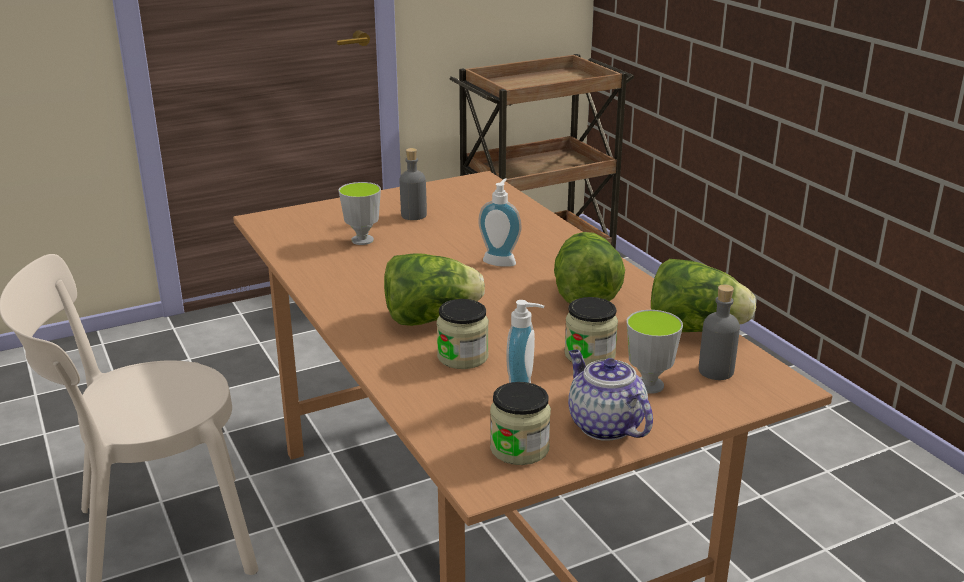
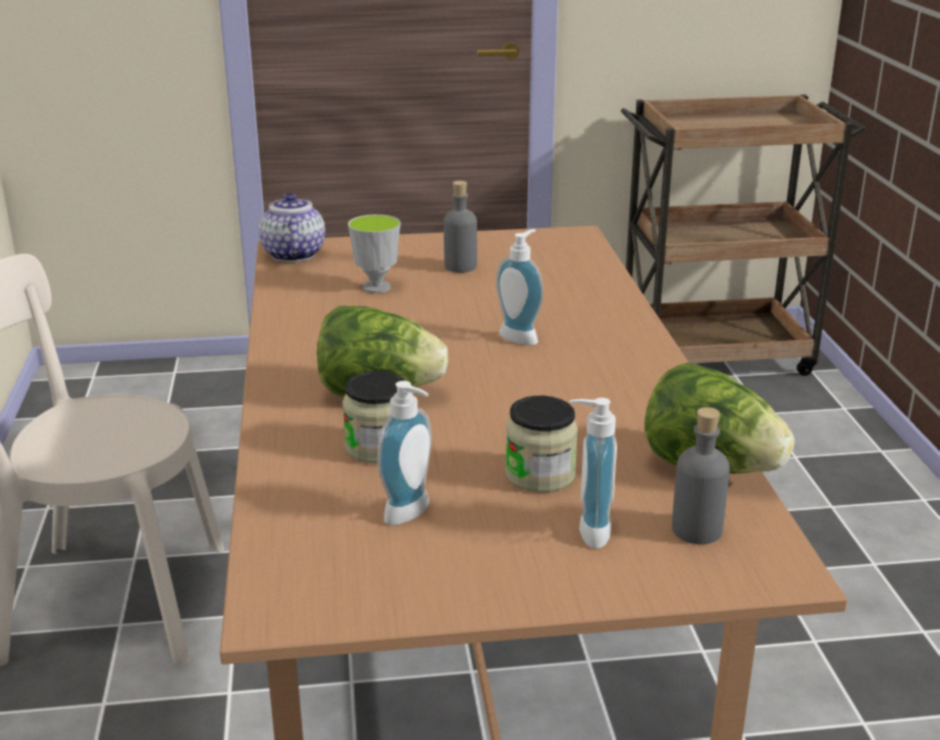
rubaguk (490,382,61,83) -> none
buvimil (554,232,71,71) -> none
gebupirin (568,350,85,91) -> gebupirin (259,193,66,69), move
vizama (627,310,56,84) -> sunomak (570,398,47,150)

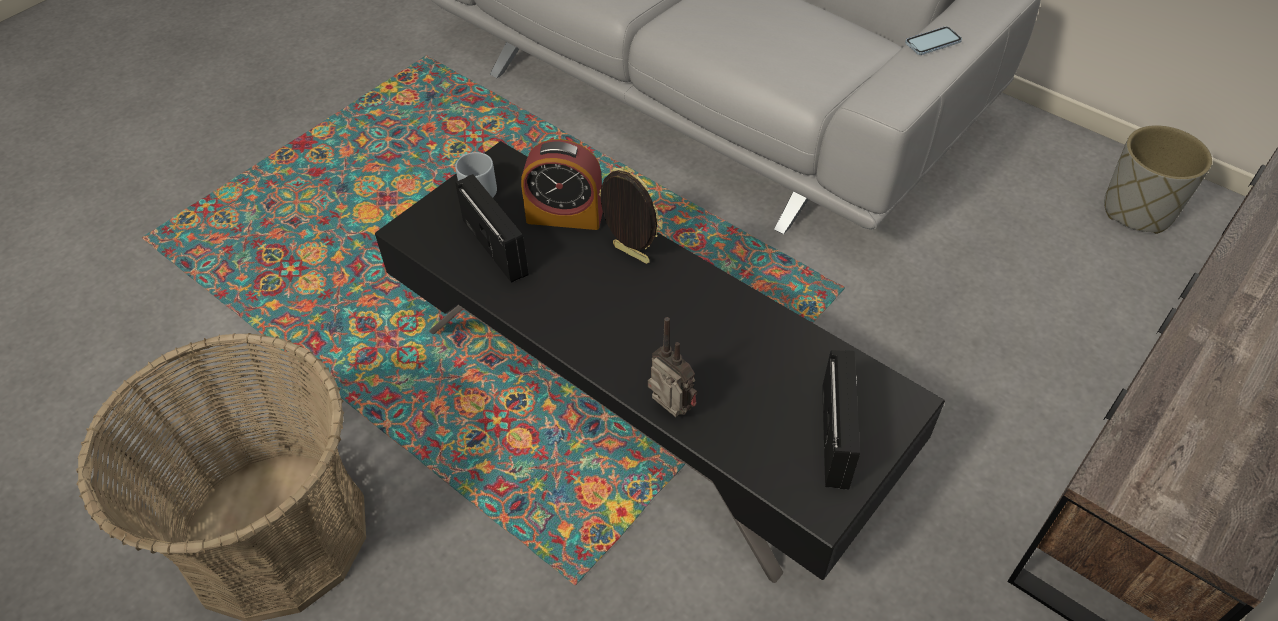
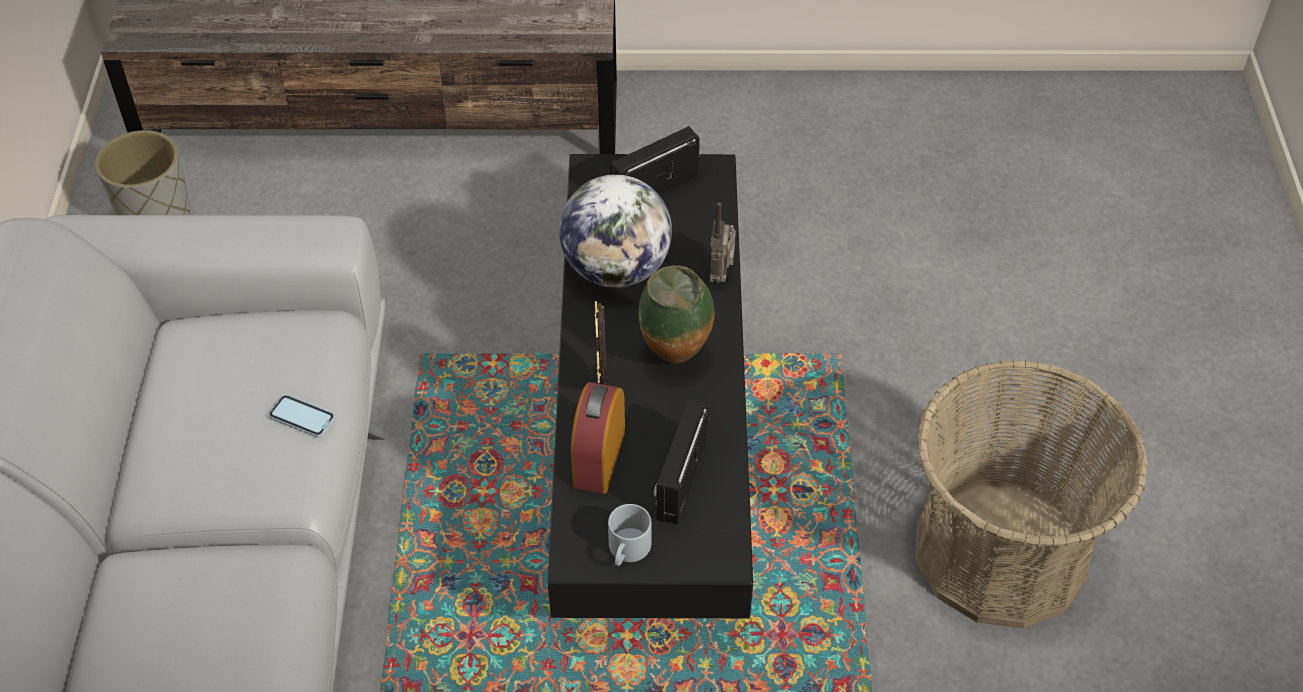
none -> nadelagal (559,174,113,114)
none -> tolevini (639,265,76,99)
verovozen (905,26,57,29) -> verovozen (269,395,66,42), move
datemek (521,139,82,91) -> datemek (571,382,54,112), 135 degrees counterclockwise

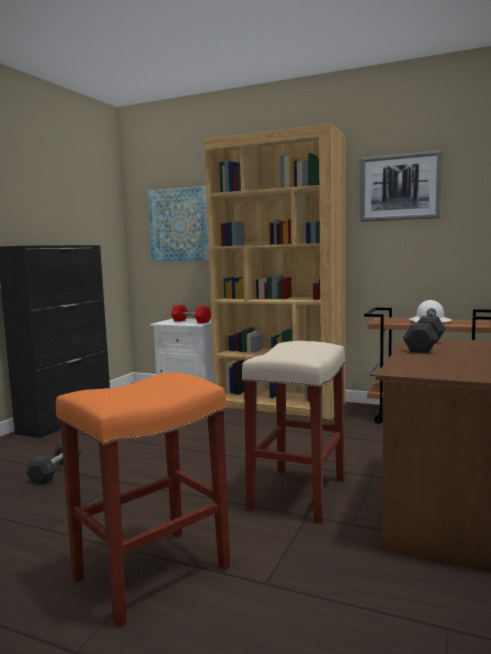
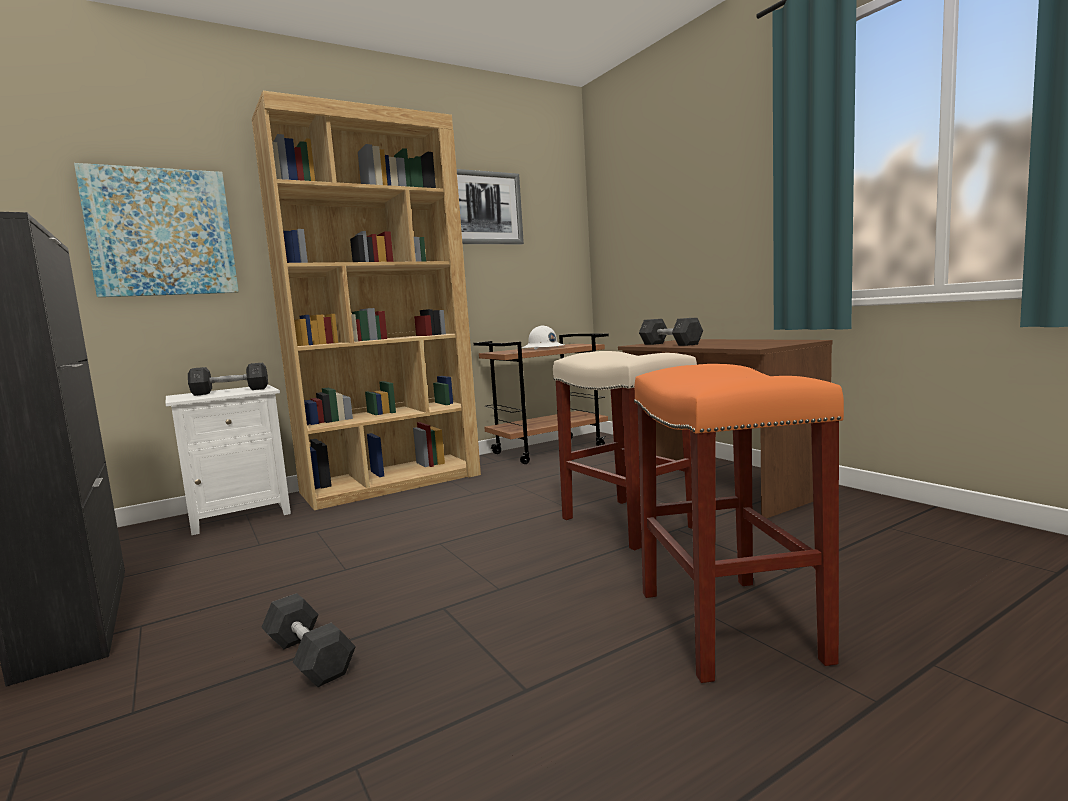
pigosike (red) (171,305,40,18) -> pigosike (grey) (188,363,80,33)

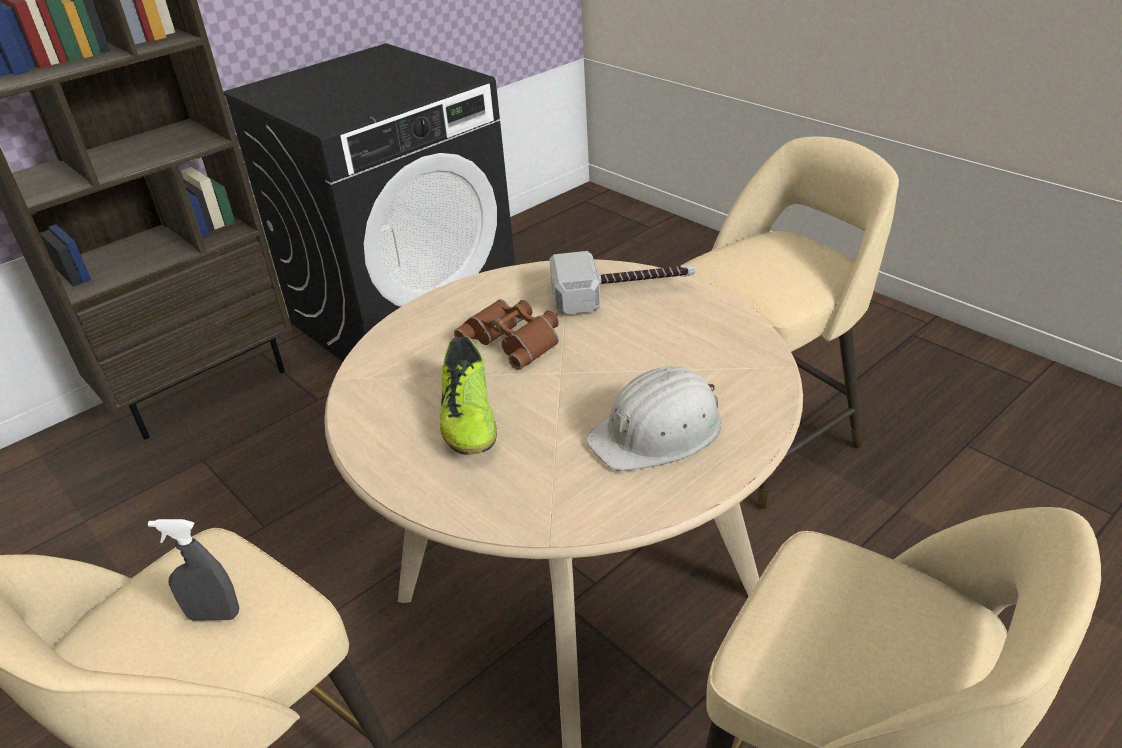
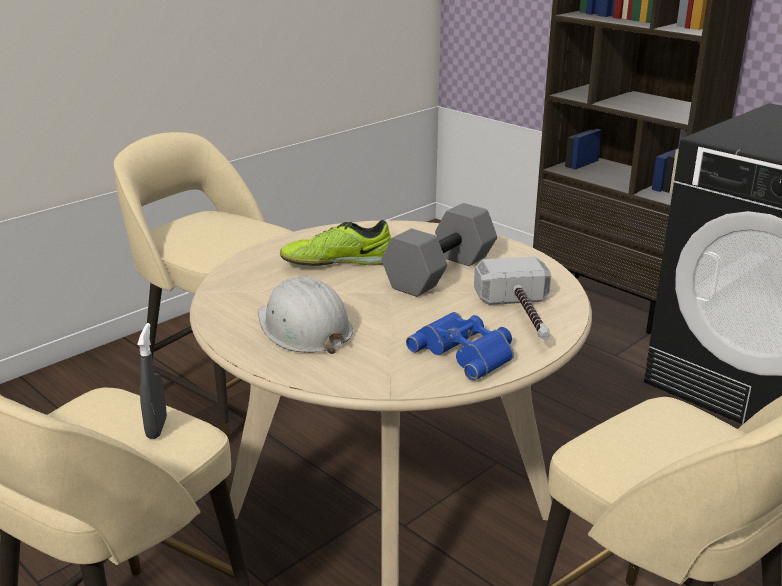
none -> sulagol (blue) (406,312,108,69)
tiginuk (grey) (148,519,91,102) -> tiginuk (grey) (137,323,30,116), move
sulagol (brown) (454,299,105,71) -> pigosike (grey) (381,203,116,94)

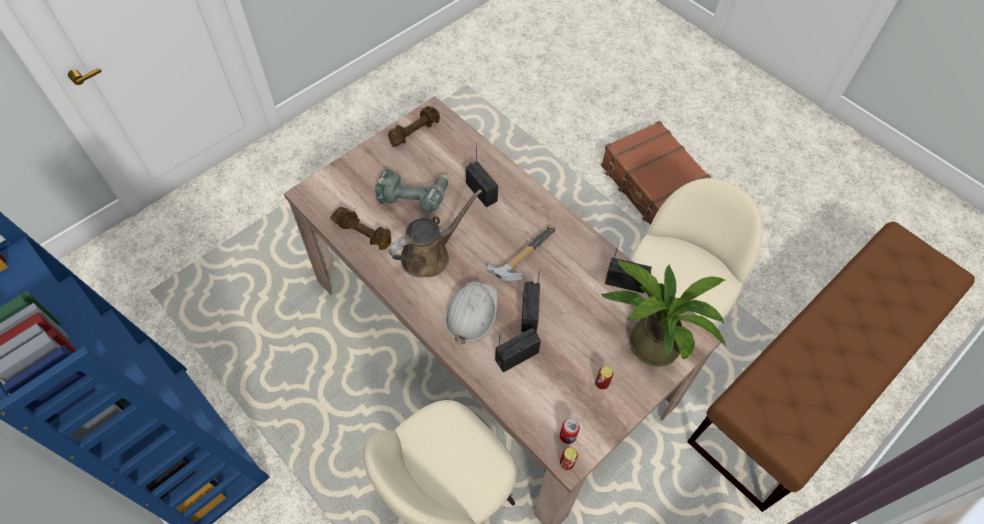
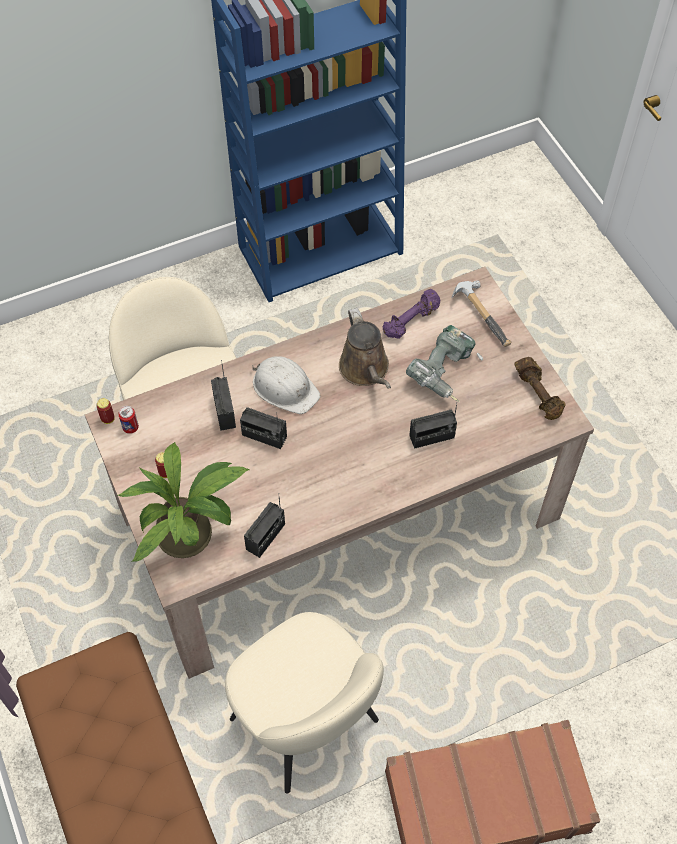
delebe (486,225,70,56) -> delebe (452,280,59,67), move
pigosike (brown) (330,207,61,43) -> pigosike (purple) (383,289,58,50)

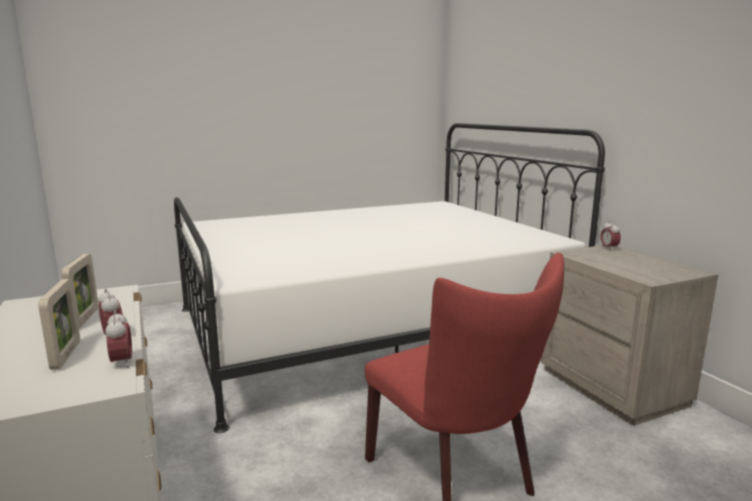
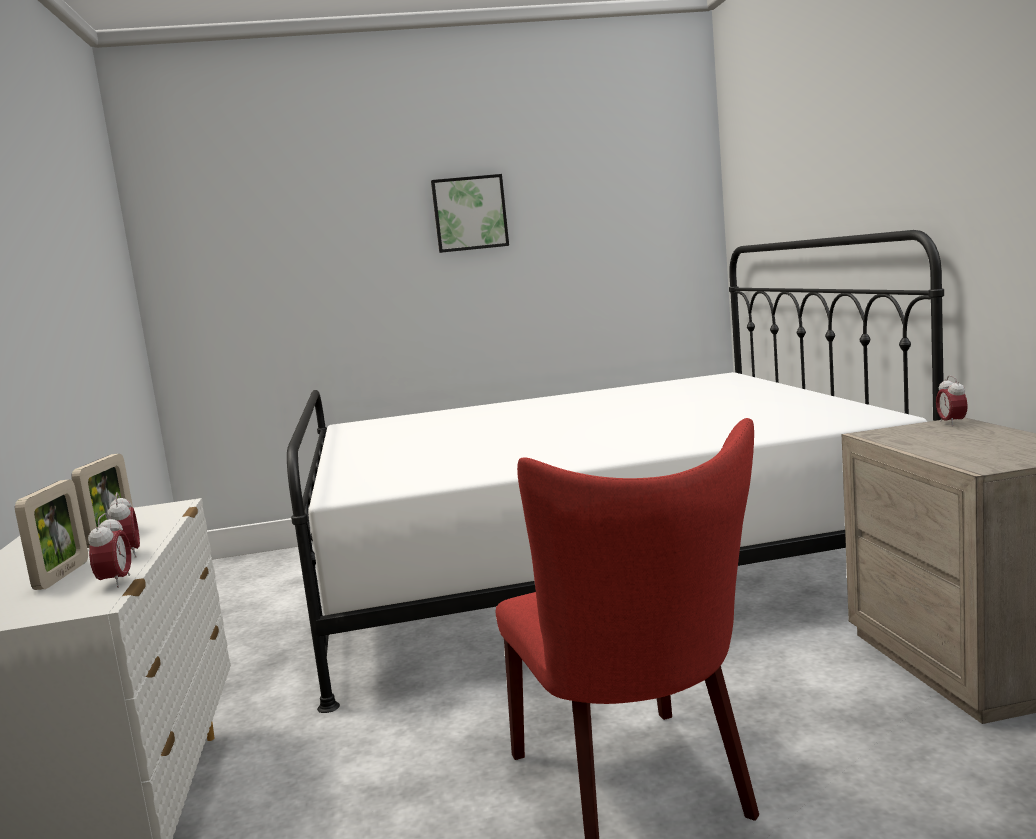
none -> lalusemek (431,174,78,79)

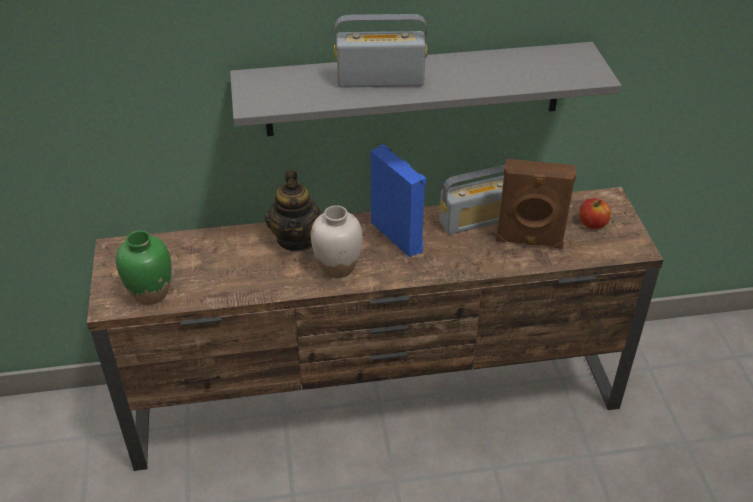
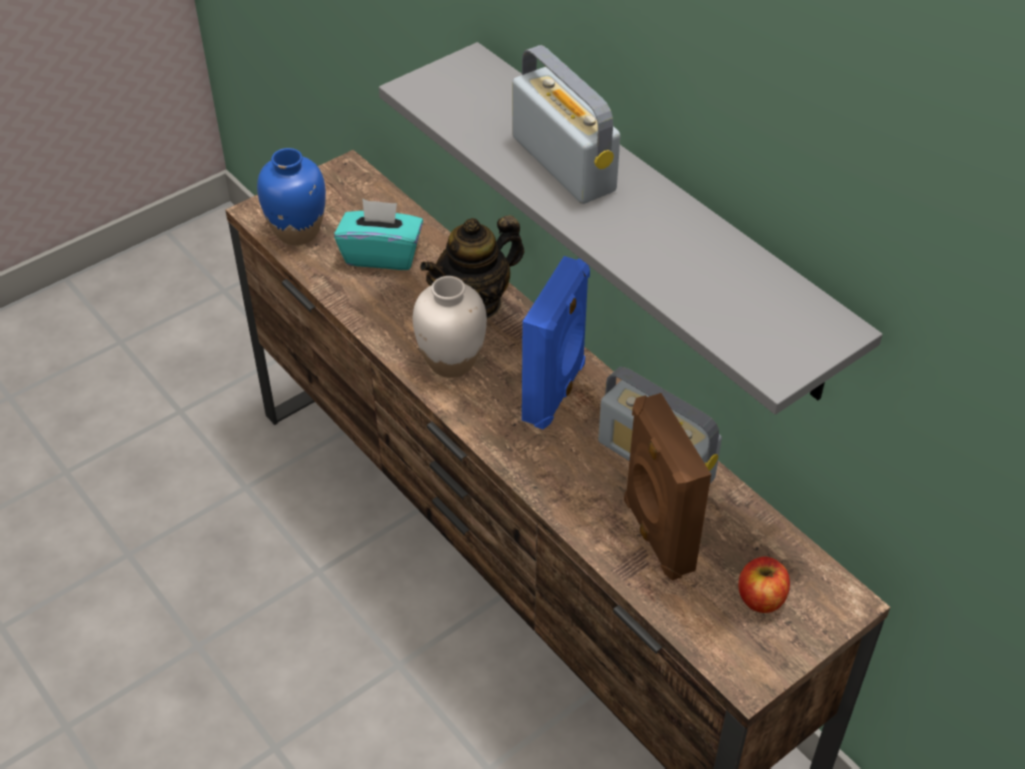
none -> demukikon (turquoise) (334,199,89,71)
tolevini (green) (116,231,55,74) -> tolevini (blue) (257,148,69,97)

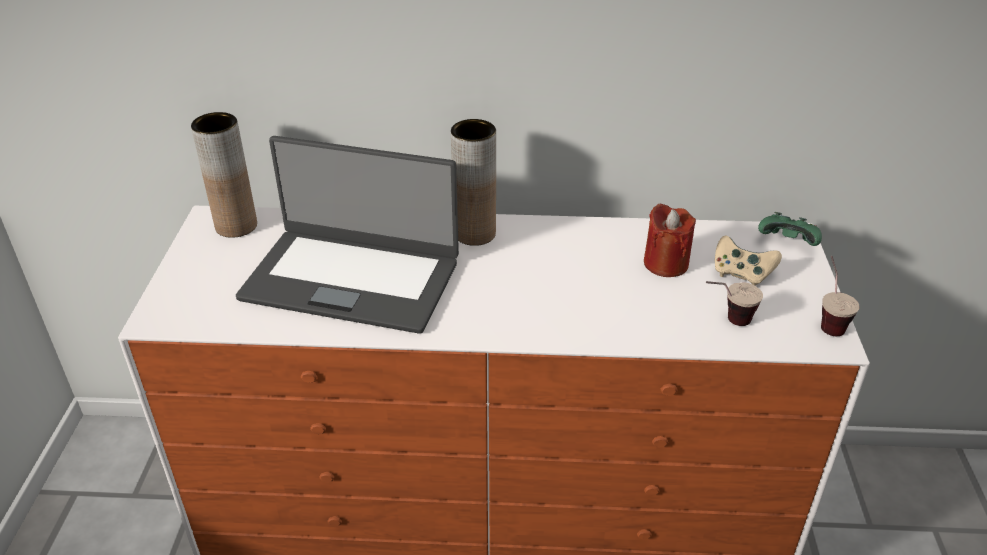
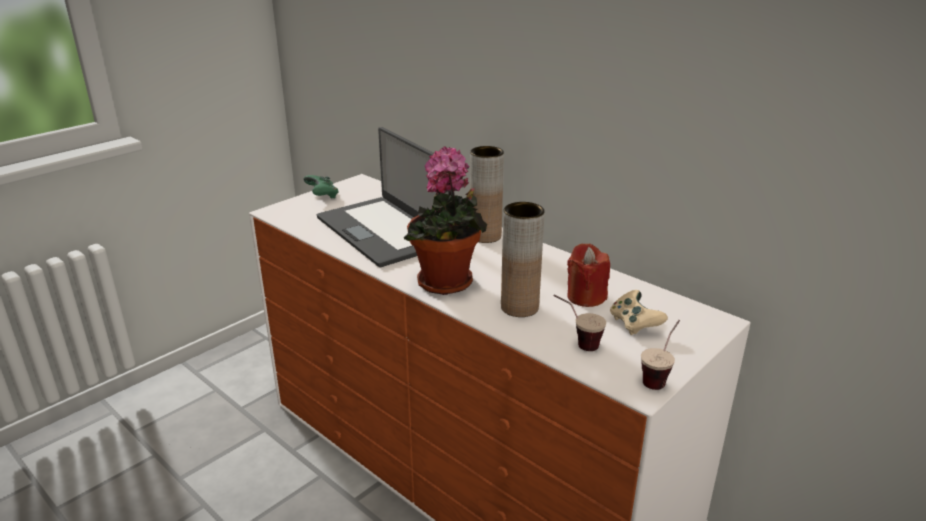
none -> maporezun (404,146,83,149)
tolevini (brown) (191,112,66,126) -> tolevini (brown) (501,202,44,115), move
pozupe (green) (758,212,64,34) -> pozupe (green) (303,175,36,24), move

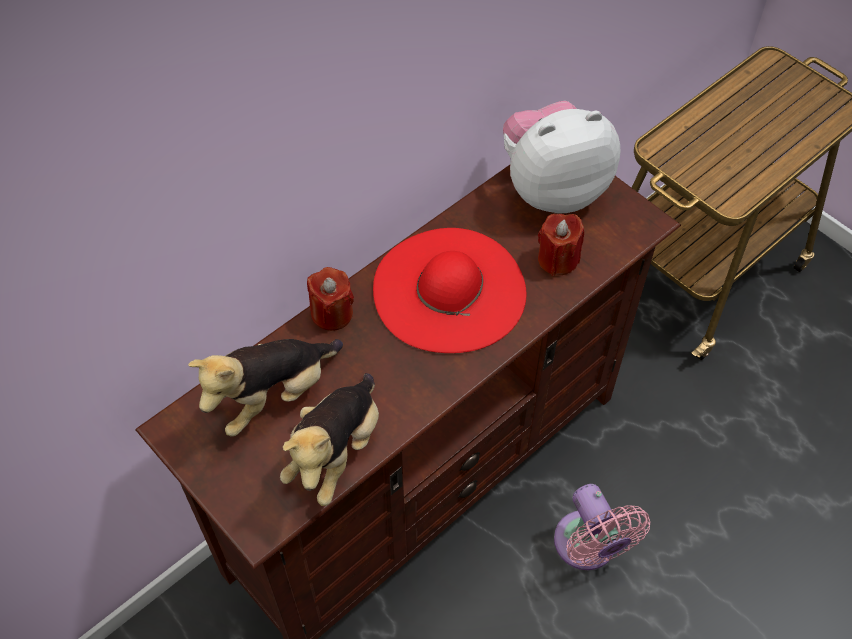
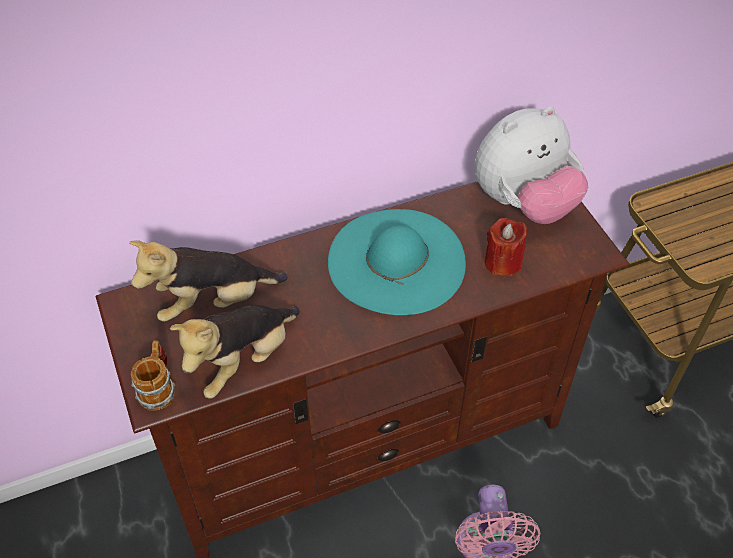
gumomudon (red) (307,267,47,64) -> none
none -> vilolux (131,340,44,70)
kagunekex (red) (373,228,154,125) -> kagunekex (turquoise) (328,209,138,106)
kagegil (503,101,117,112) -> kagegil (475,106,113,118), 150 degrees clockwise

